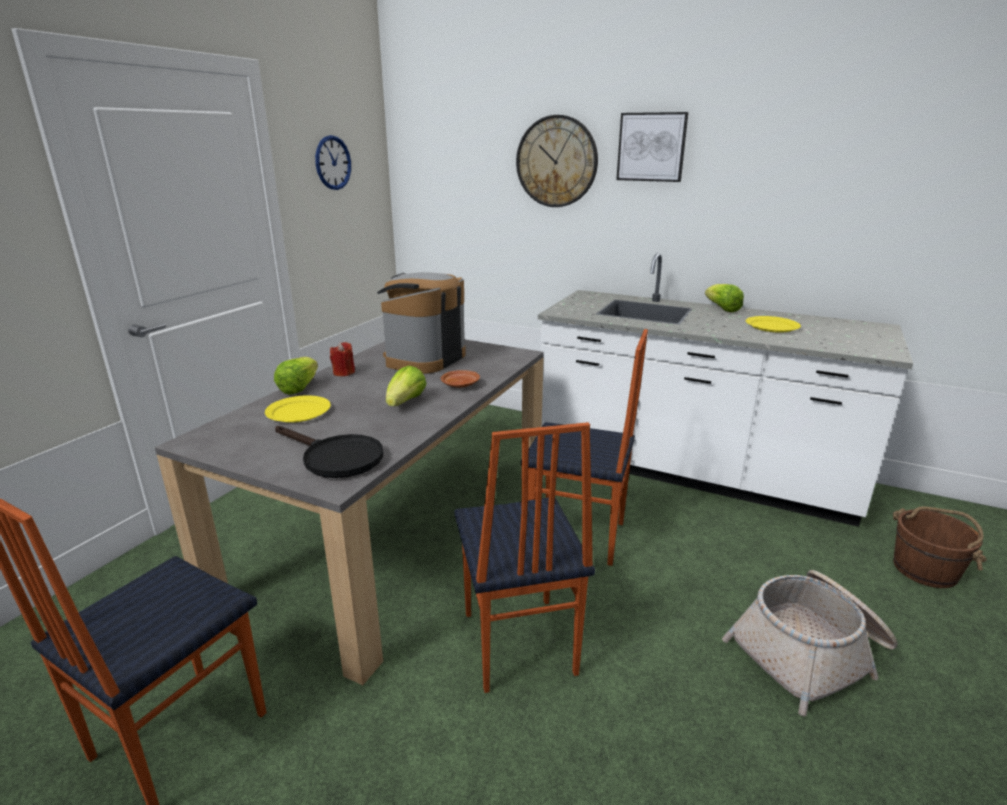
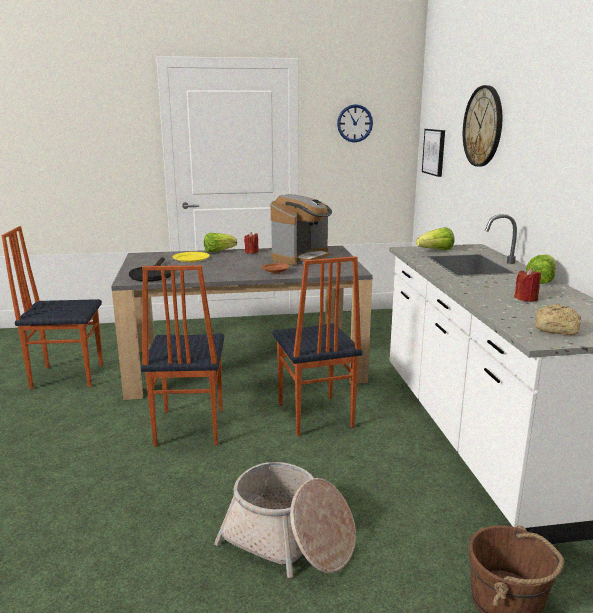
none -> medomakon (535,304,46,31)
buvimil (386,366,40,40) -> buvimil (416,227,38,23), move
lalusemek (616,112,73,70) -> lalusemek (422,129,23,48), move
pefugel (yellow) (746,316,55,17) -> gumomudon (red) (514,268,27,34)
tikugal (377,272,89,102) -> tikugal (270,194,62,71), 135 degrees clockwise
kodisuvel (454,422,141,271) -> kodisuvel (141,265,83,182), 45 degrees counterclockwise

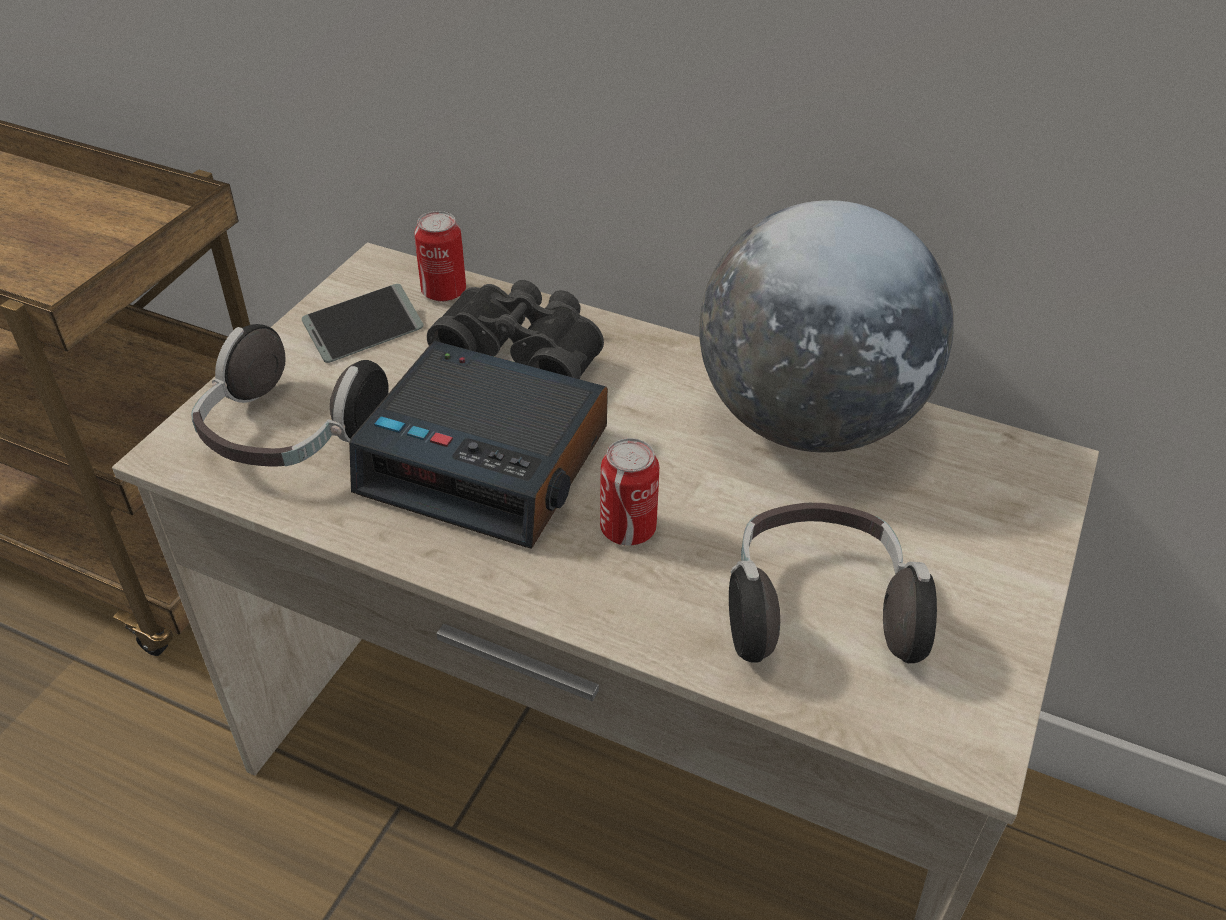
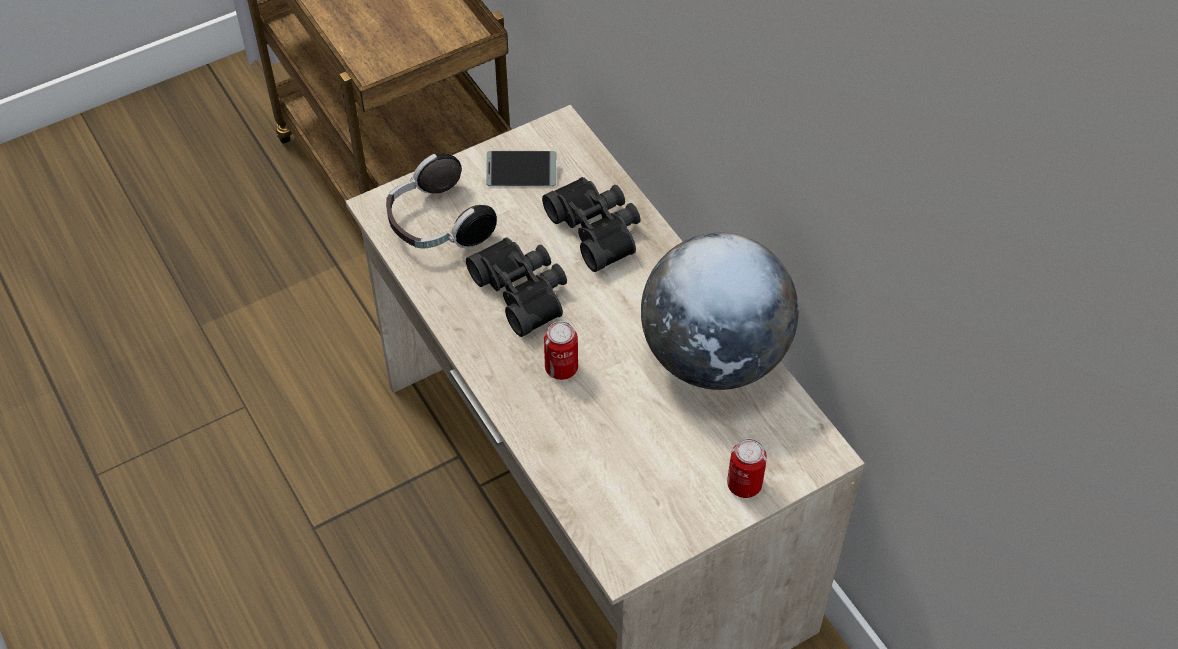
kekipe (729,503,208,160) -> none
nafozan (414,211,52,91) -> nafozan (727,439,40,59), move
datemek (349,341,259,208) -> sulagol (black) (466,238,101,99)

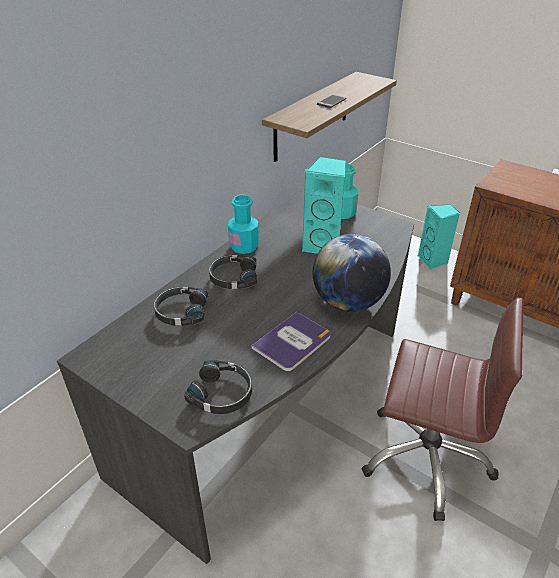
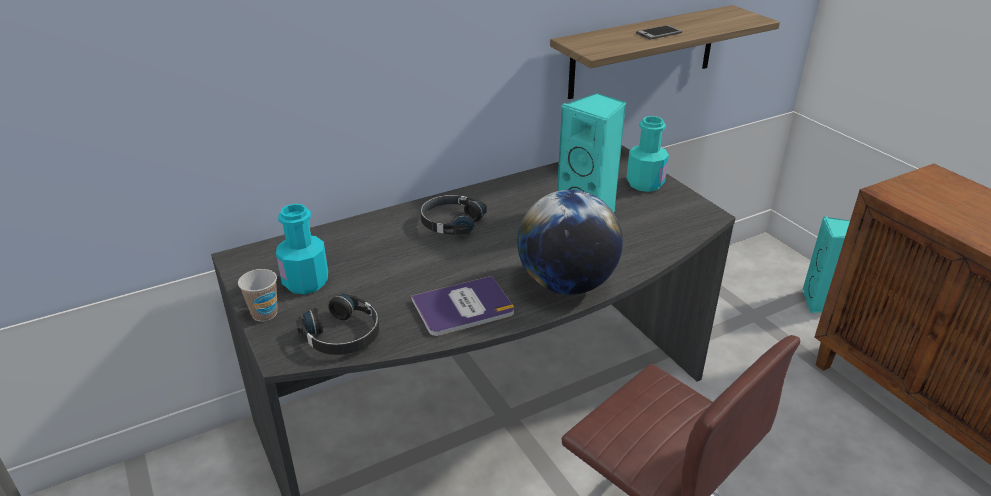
kekipe (black) (154,287,54,39) -> none
none -> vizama (238,269,40,53)
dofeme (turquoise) (228,194,31,60) -> dofeme (turquoise) (276,204,52,90), move

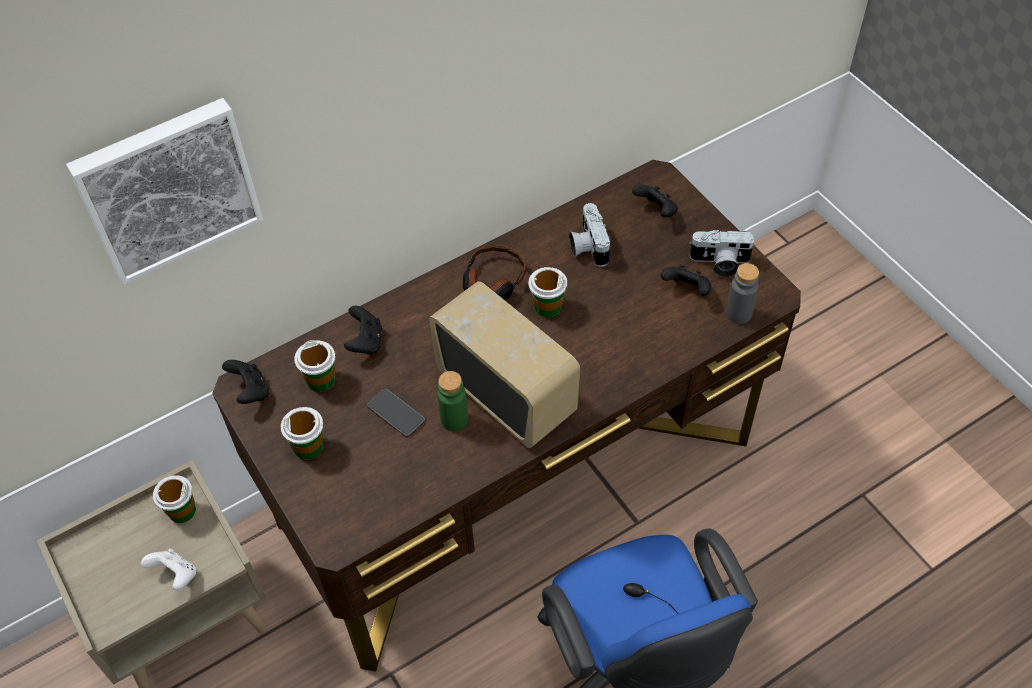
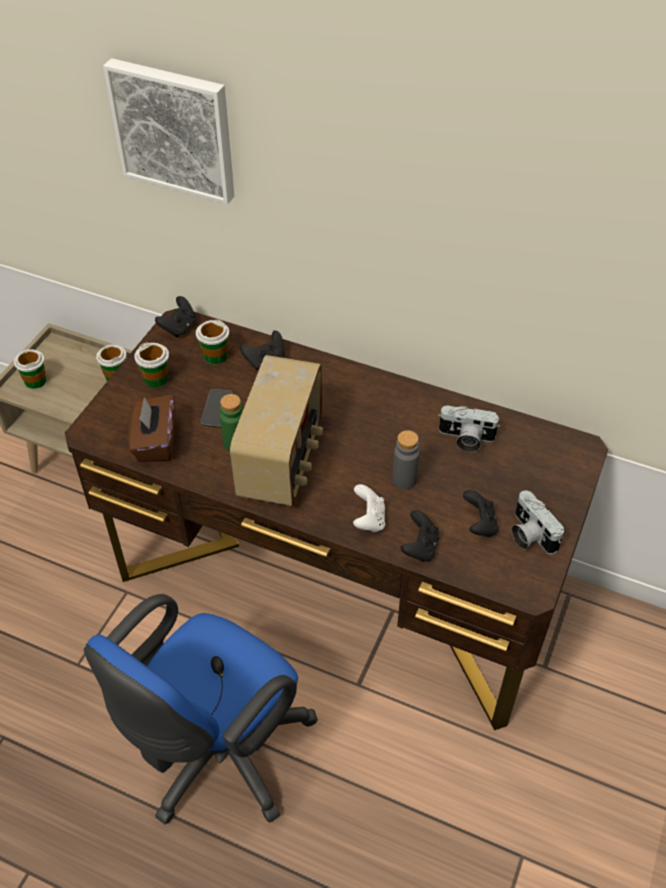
kekipe (463,245,63,56) -> none
none -> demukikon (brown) (129,394,46,68)
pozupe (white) (141,549,55,41) -> pozupe (white) (353,484,32,49), move
vizama (528,267,39,50) -> vizama (14,349,32,40), move
pozupe (black) (632,184,46,33) -> pozupe (black) (401,510,38,52), move
dofeme (grey) (726,263,33,61) -> dofeme (grey) (392,430,28,59), move
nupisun (569,203,42,64) -> nupisun (438,405,62,47), 120 degrees counterclockwise

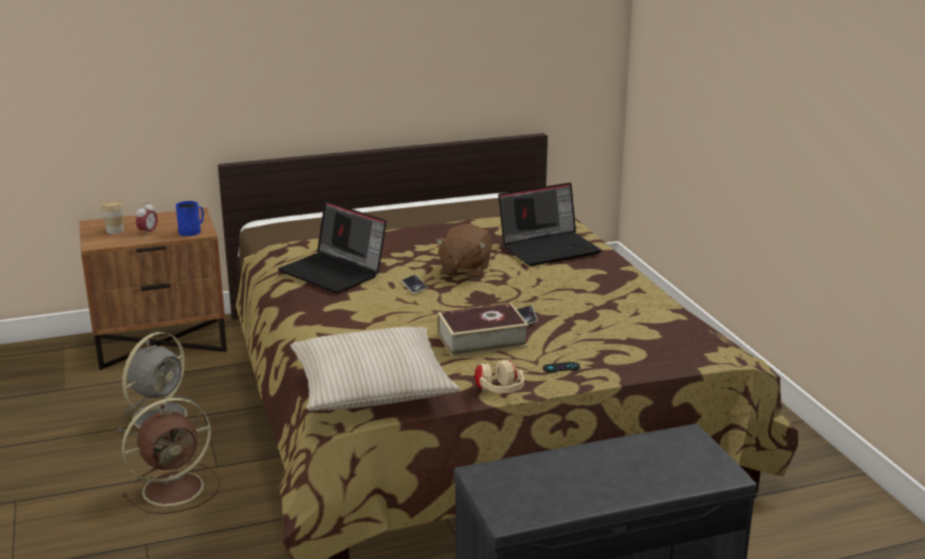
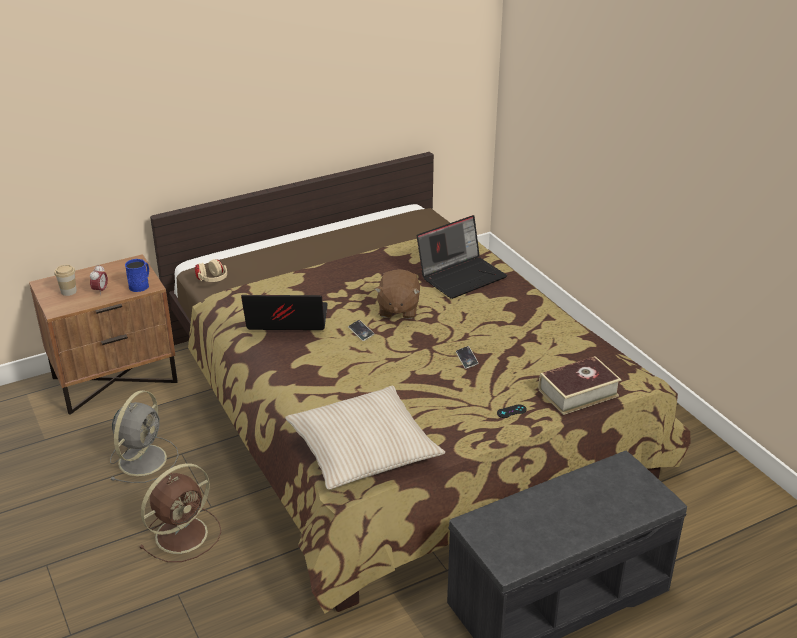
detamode (437,303,91,54) -> detamode (539,356,82,59), move
kekipe (beige) (475,360,49,33) -> kekipe (beige) (195,259,32,23), move
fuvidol (278,201,109,92) -> fuvidol (241,295,87,35), 150 degrees clockwise

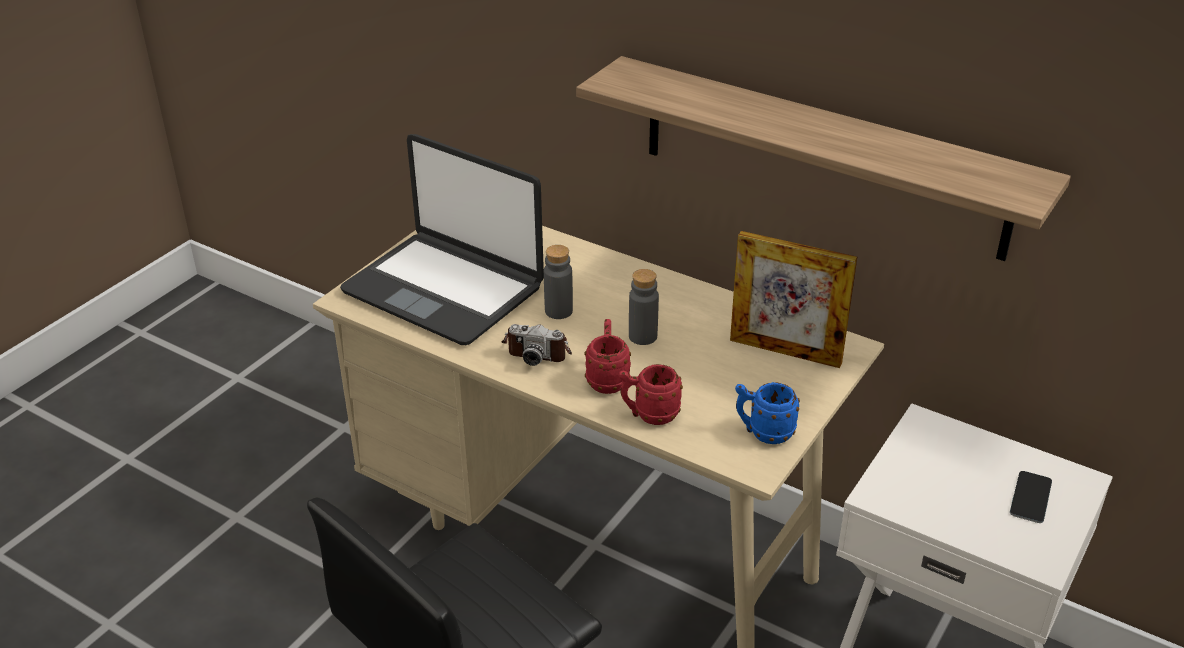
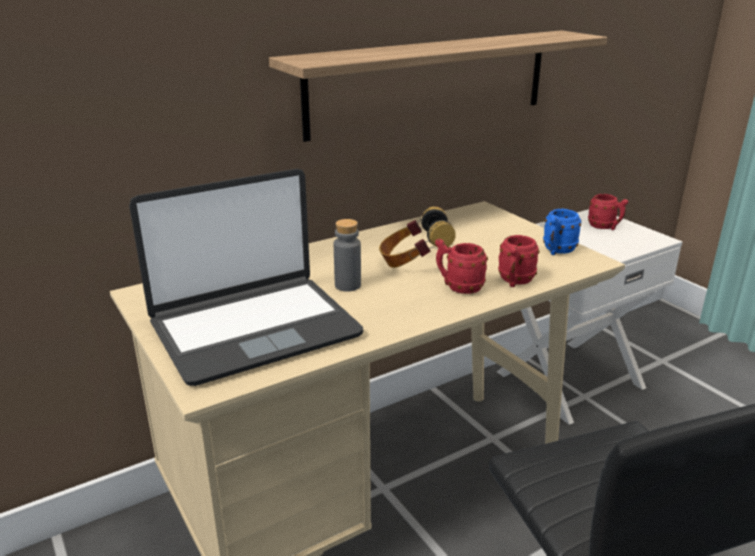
nupisun (501,324,71,42) -> none
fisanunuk (730,231,127,137) -> none
dofeme (grey) (629,269,30,76) -> kekipe (379,206,77,62)
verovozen (1010,471,42,52) -> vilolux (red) (588,194,40,36)

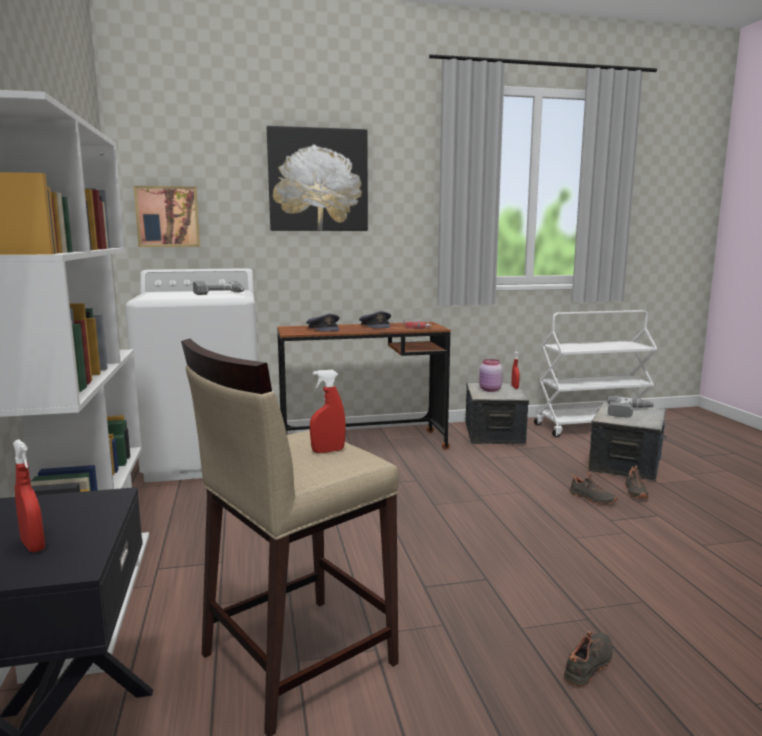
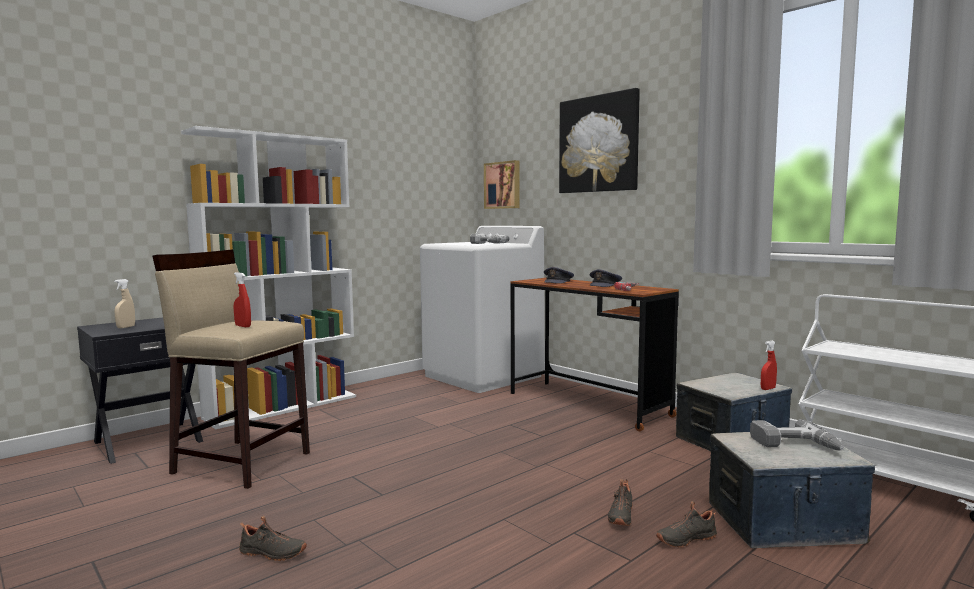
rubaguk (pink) (479,359,24,33) -> none
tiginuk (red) (13,439,32,113) -> tiginuk (beige) (114,279,21,49)

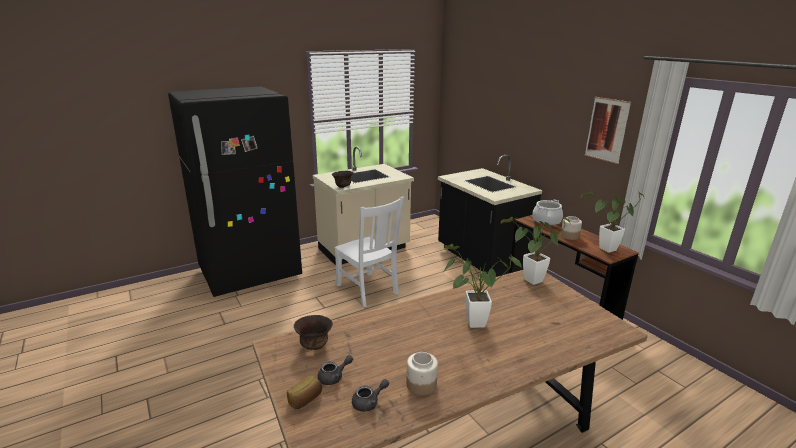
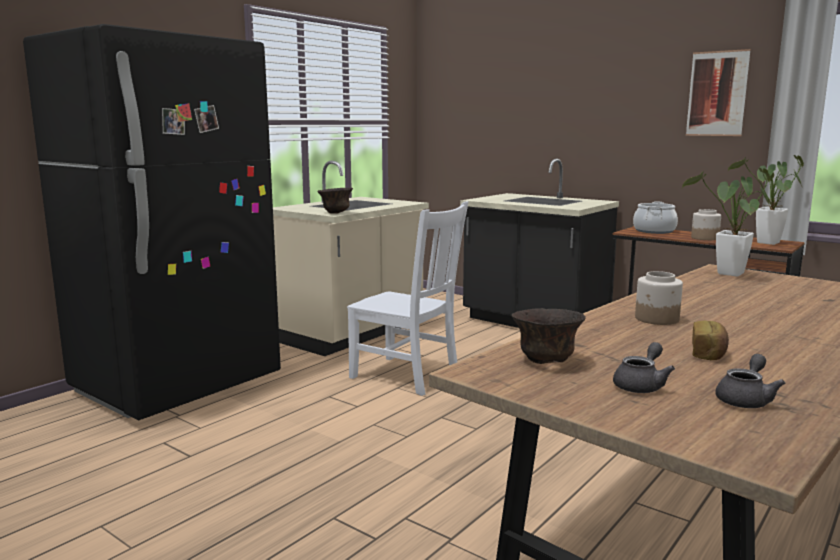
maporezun (443,244,78,84) -> none
medomakon (287,375,35,34) -> medomakon (692,321,37,39), move
rubaguk (407,352,31,43) -> rubaguk (635,271,48,54), move

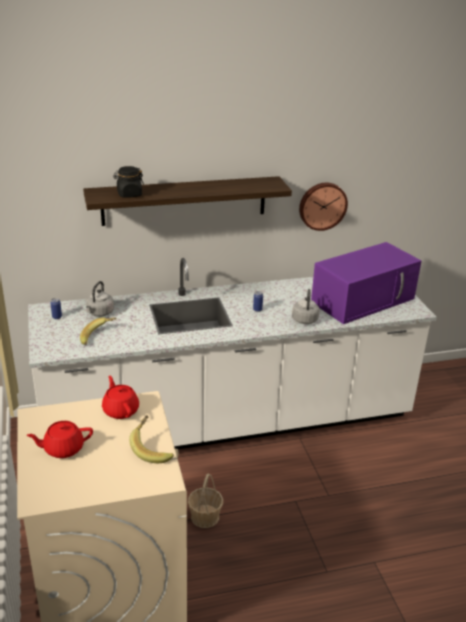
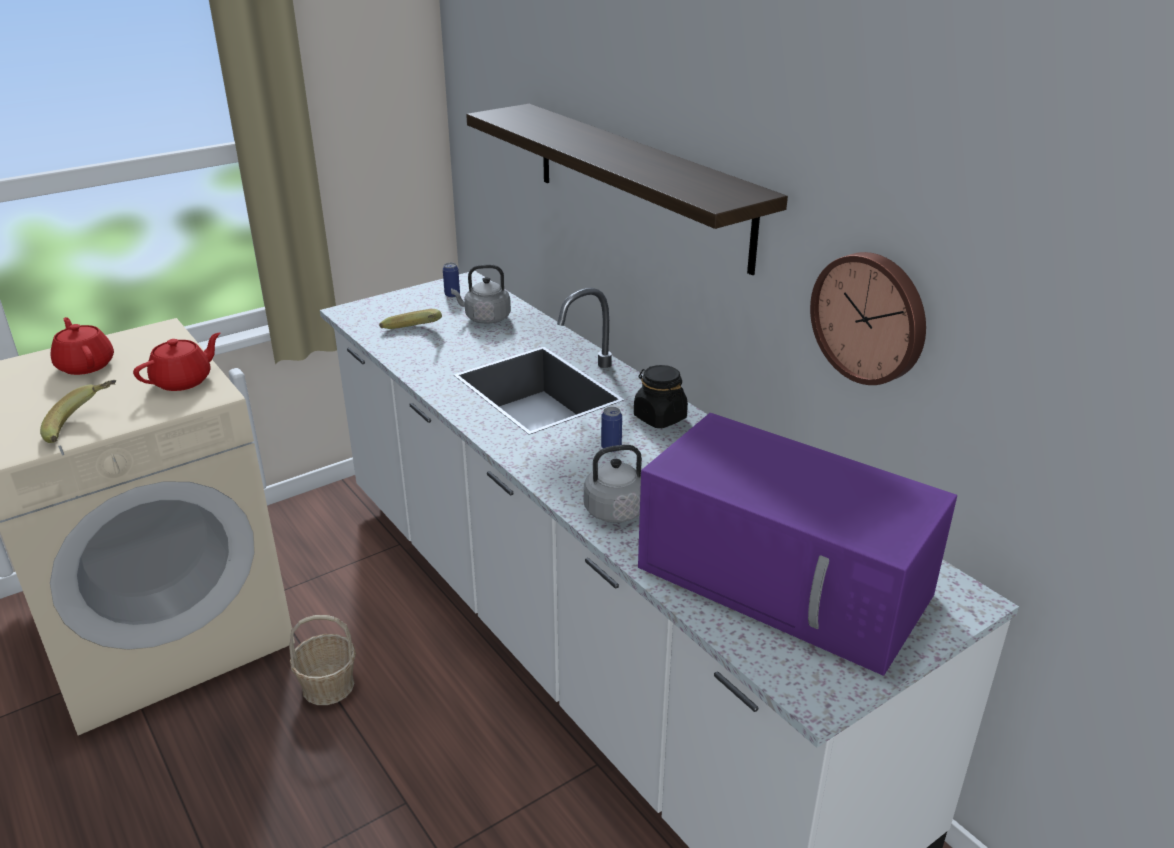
rubaguk (black) (113,166,31,32) -> rubaguk (black) (634,365,54,63), move

